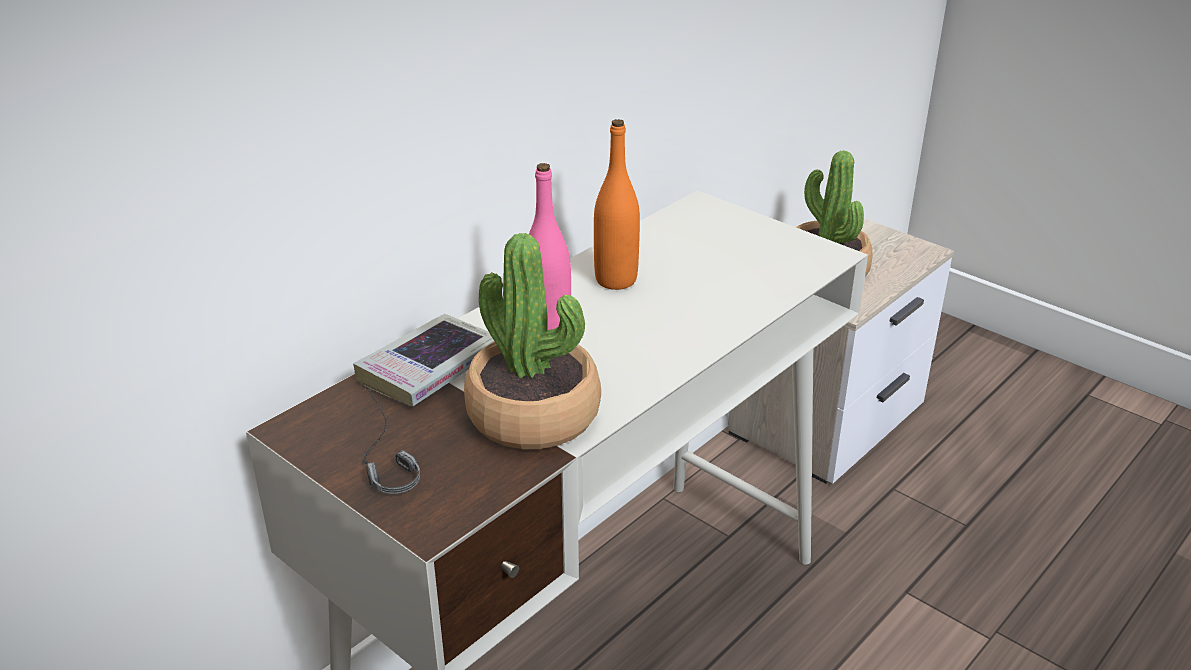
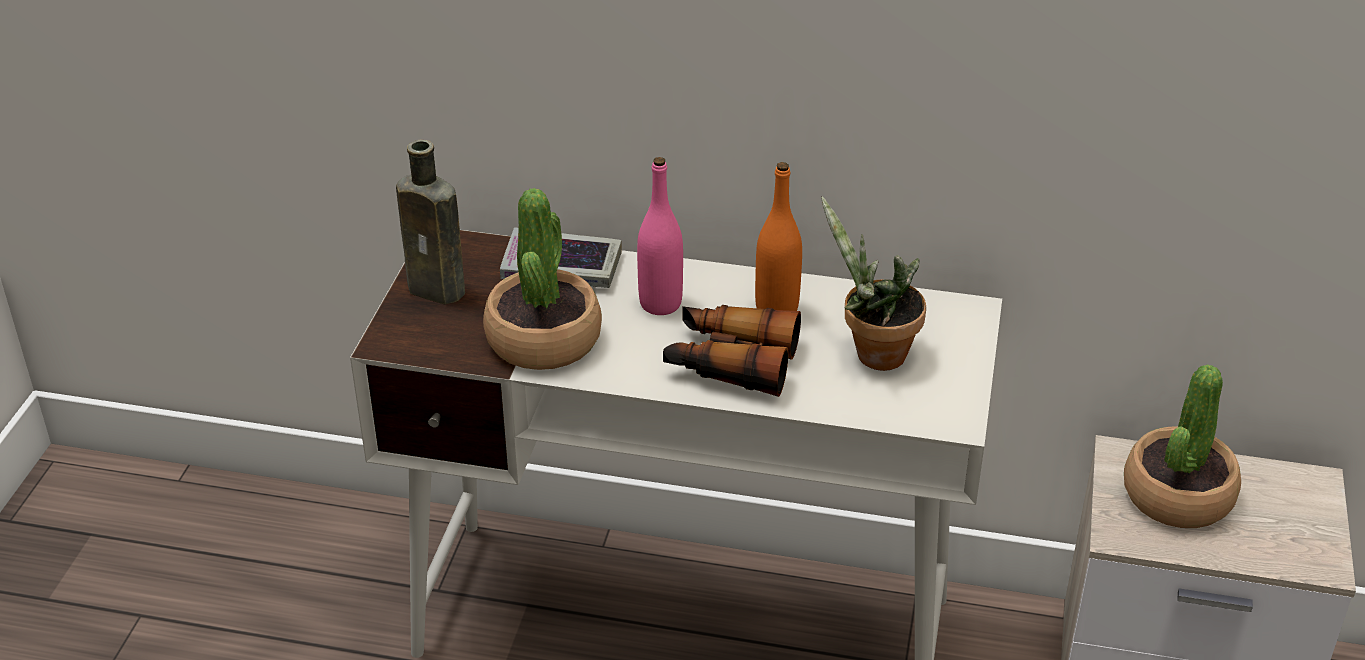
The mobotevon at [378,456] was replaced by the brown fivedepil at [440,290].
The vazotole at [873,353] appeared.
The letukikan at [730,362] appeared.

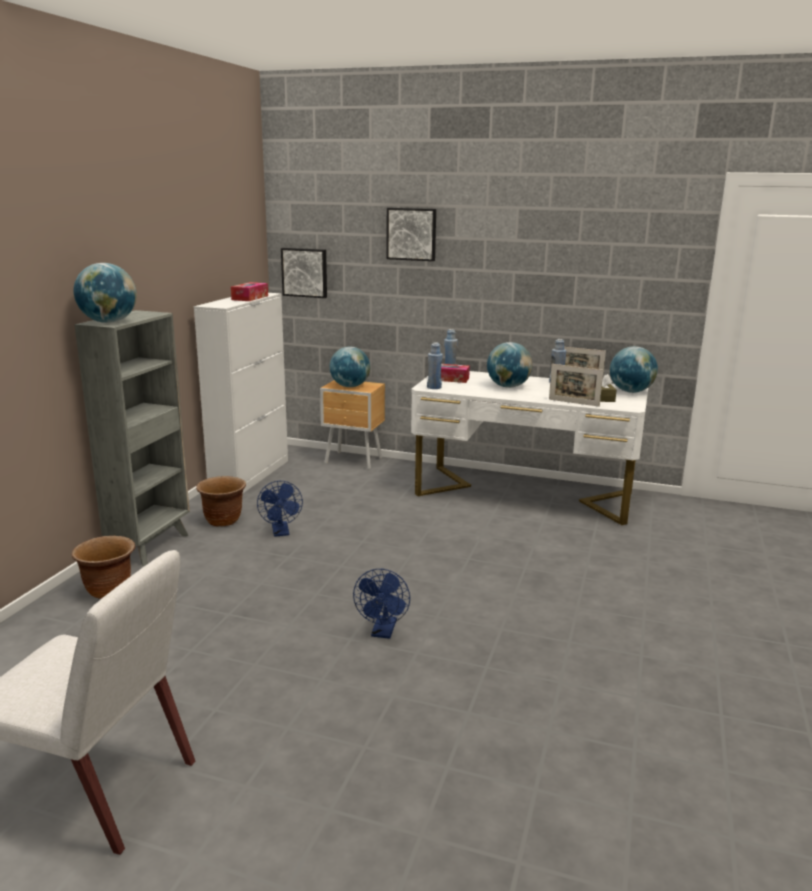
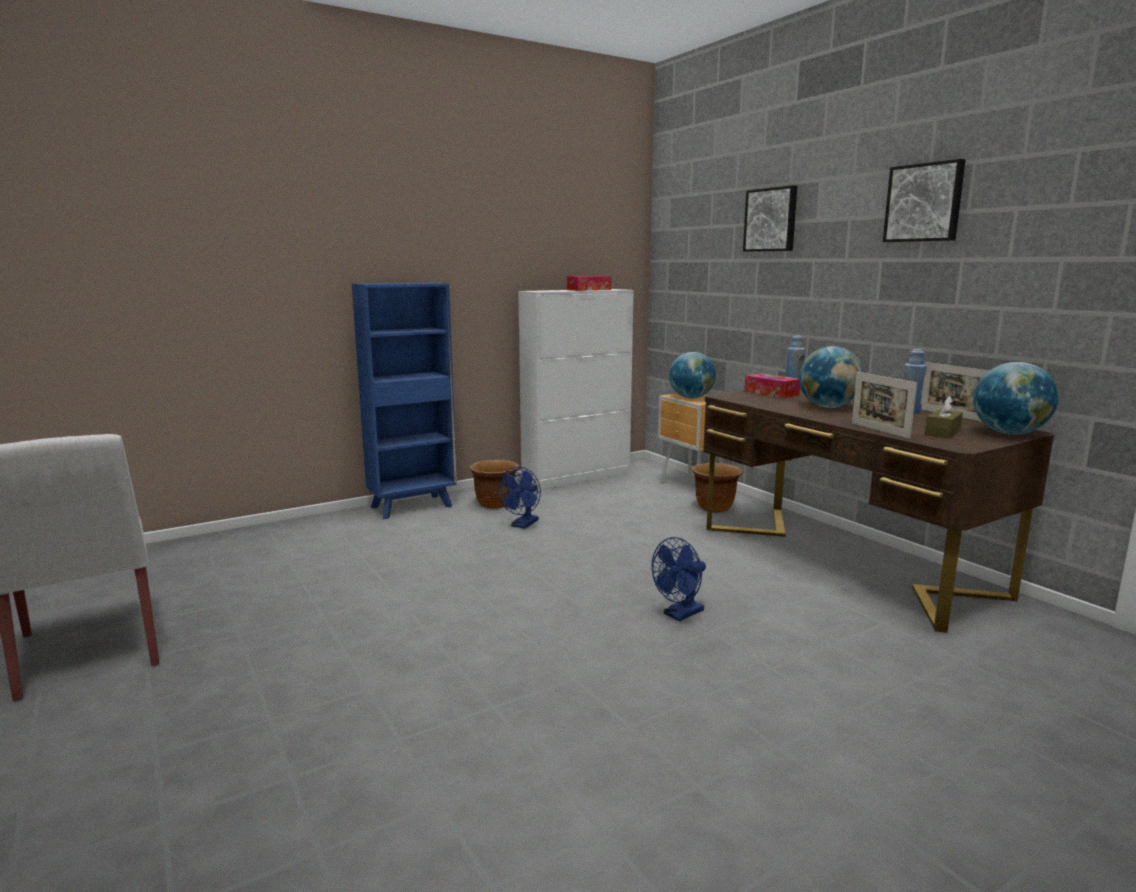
The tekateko moved from [305,272] to [924,203].
The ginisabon at [109,322] disappeared.
The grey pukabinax at [150,545] became the blue pukabinax at [413,506].
The blue fivedepil at [434,387] disappeared.
The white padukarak at [523,494] became the brown padukarak at [842,560].
The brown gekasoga moved from [109,590] to [715,508].
The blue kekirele moved from [383,632] to [679,615].

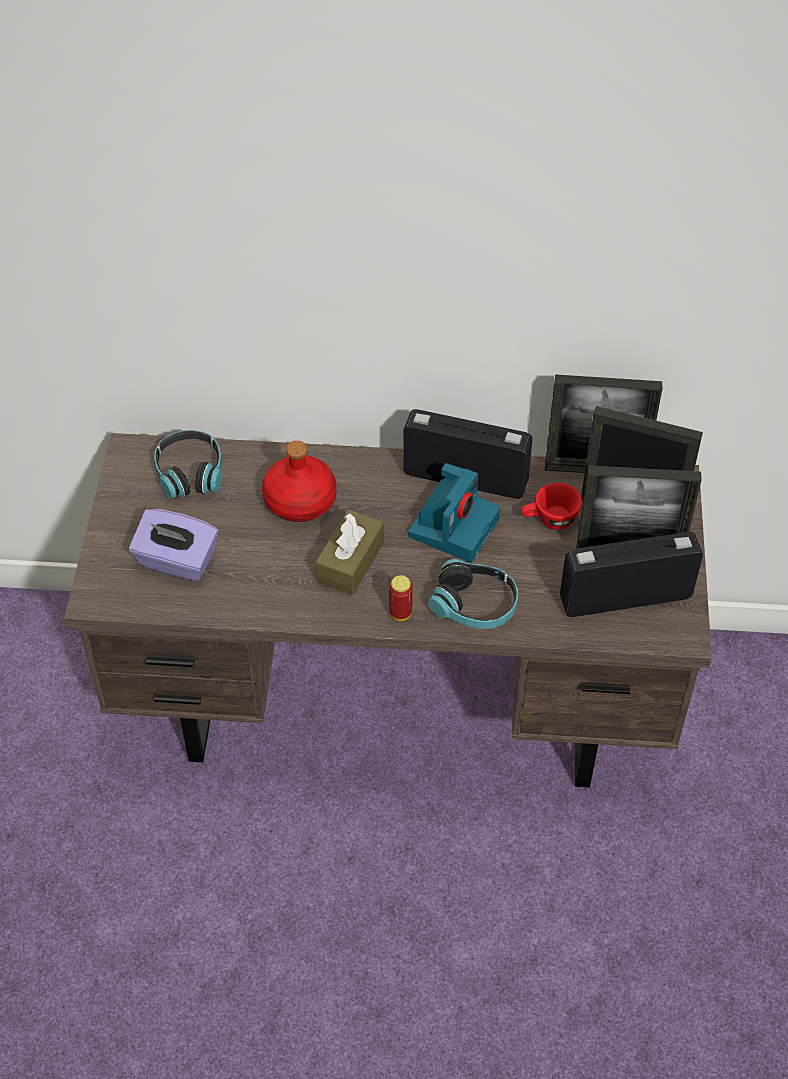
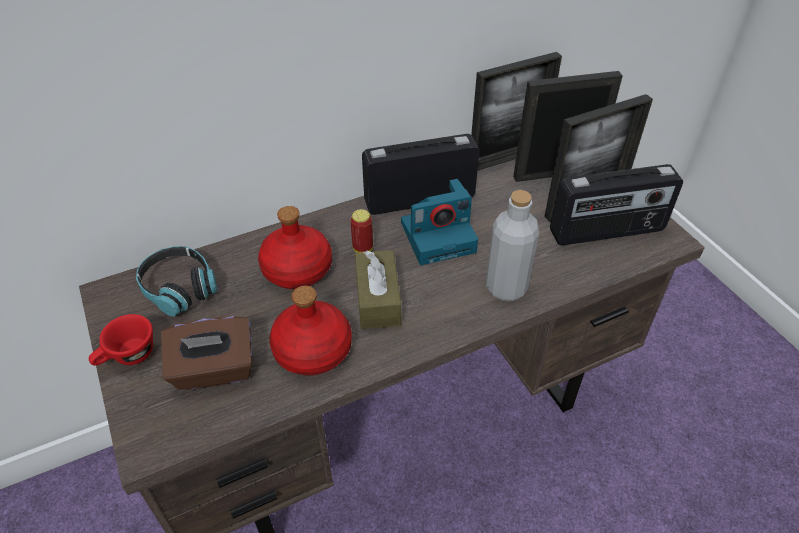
The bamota at [454,526] turned 75 degrees clockwise.
The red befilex moved from [549,520] to [128,357].
The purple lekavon at [177,561] became the brown lekavon at [214,370].
The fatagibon at [625,596] turned 150 degrees counterclockwise.
The mobotevon at [474,605] was replaced by the grey fivedepil at [506,287].
The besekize moved from [400,613] to [362,248].
The red fivedepil at [313,349] appeared.

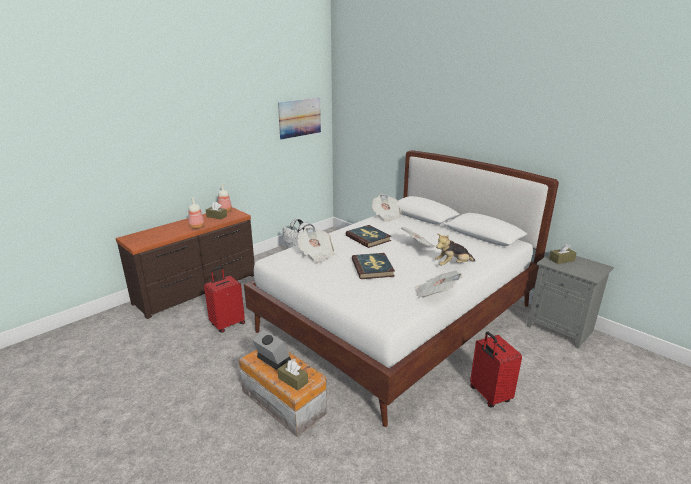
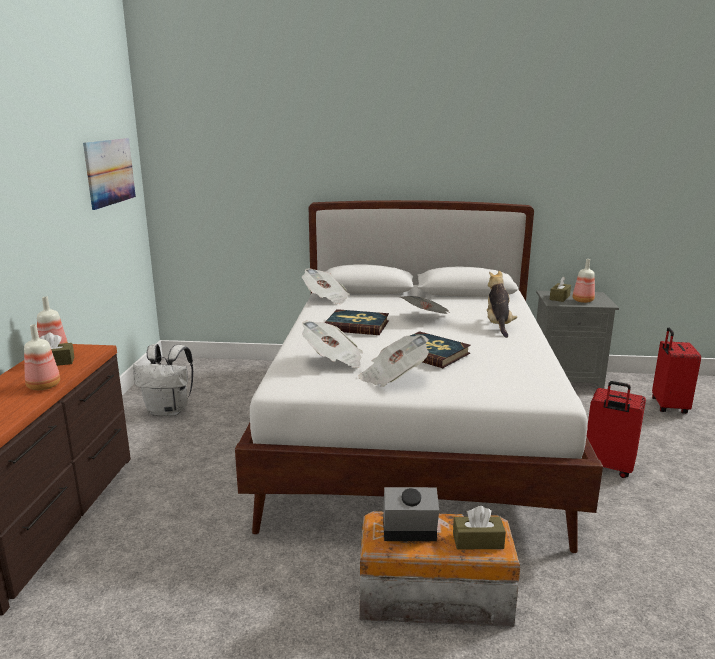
The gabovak at [452,265] turned 150 degrees clockwise.
The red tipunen moved from [227,324] to [668,406].
The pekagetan moved from [435,294] to [393,377].
The fivedepil at [582,301] appeared.

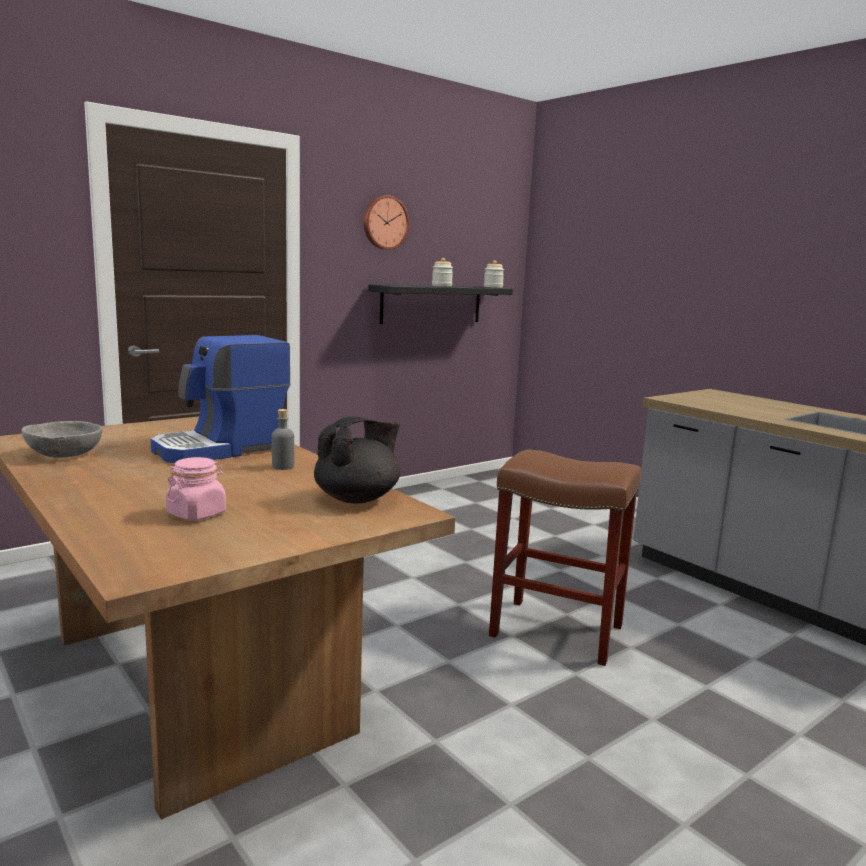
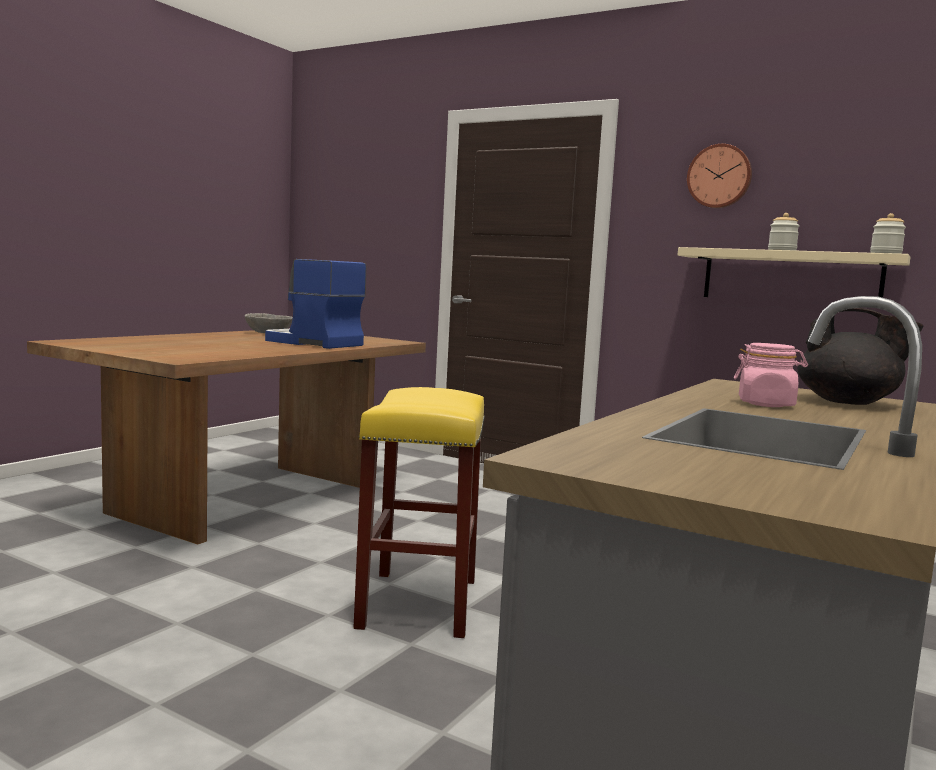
The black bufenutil at [431,304] became the beige bufenutil at [790,277].
The grey fivedepil at [283,466] disappeared.
The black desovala moved from [358,498] to [848,402].
The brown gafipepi at [558,631] became the yellow gafipepi at [419,604].
The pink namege moved from [196,514] to [766,404].

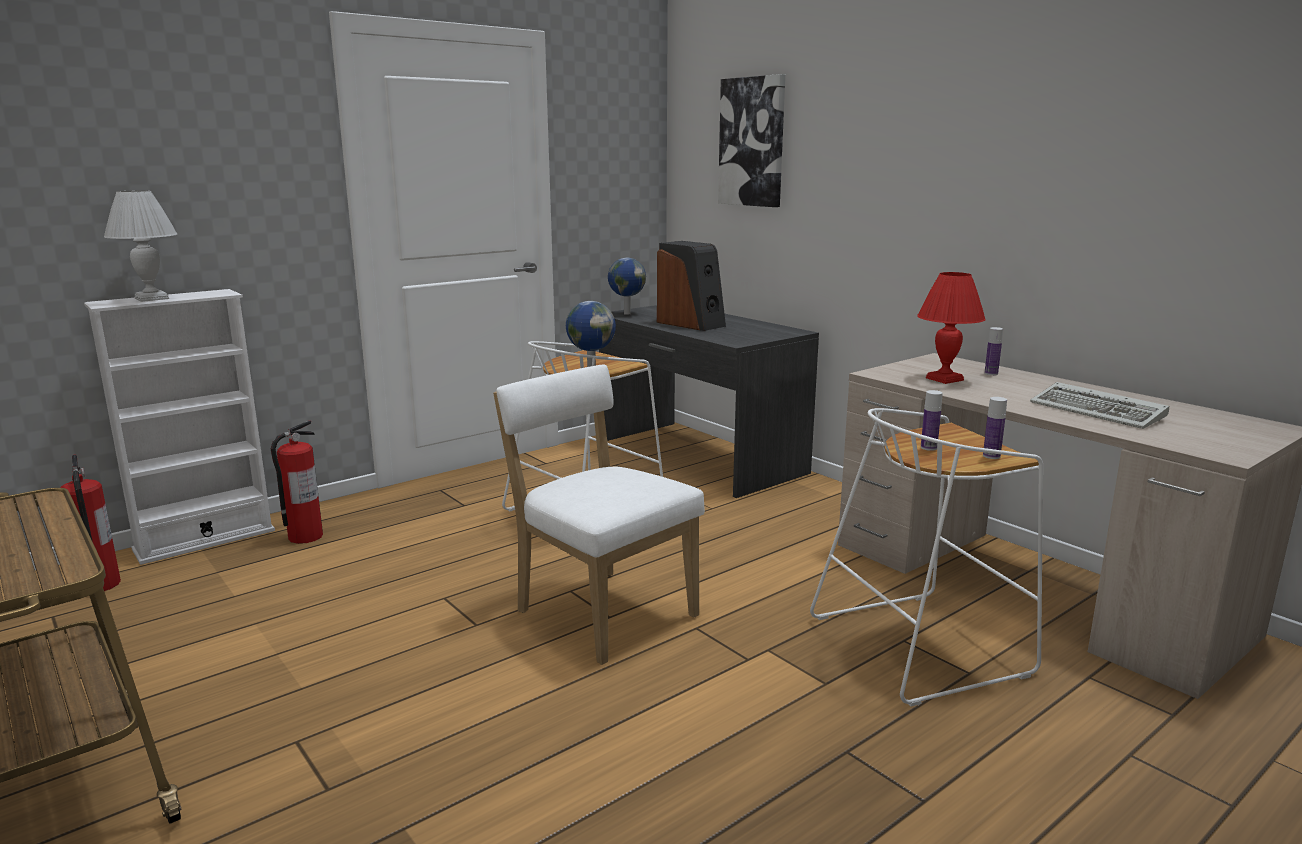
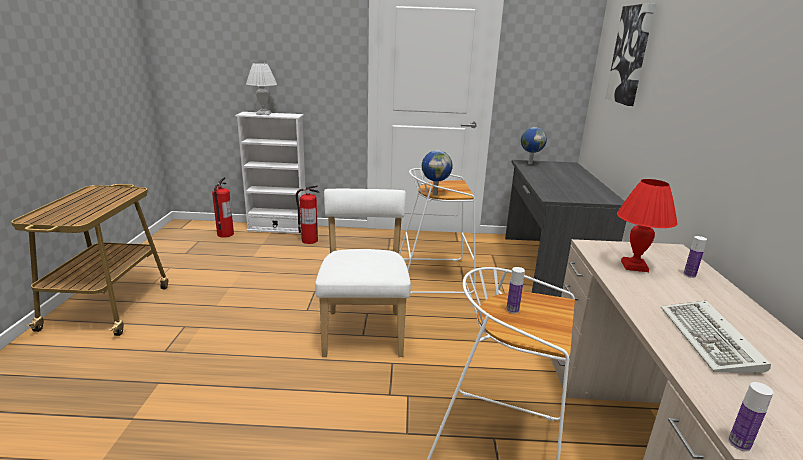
The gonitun at [691,324] disappeared.
The fivedepil moved from [991,456] to [739,443].

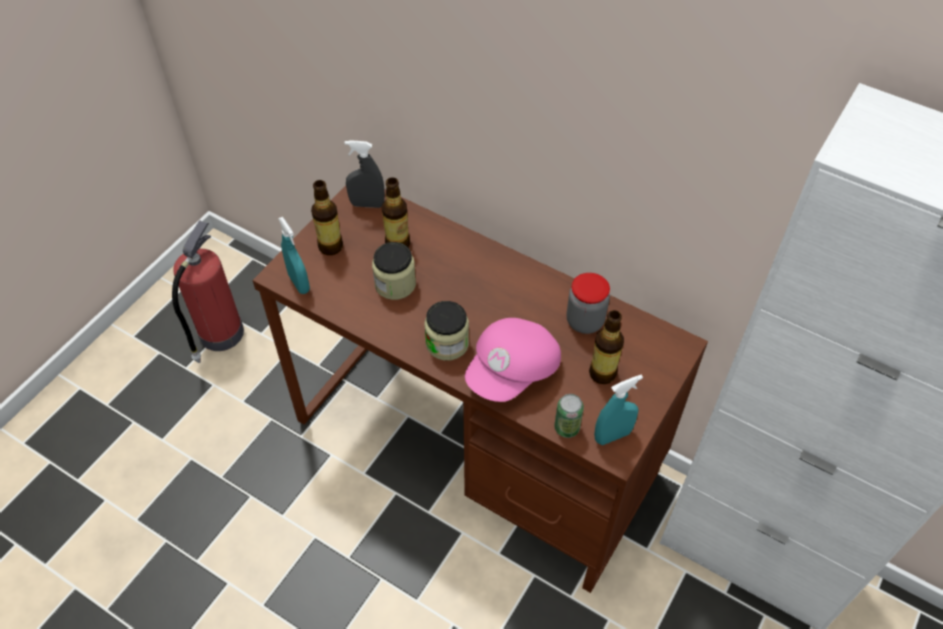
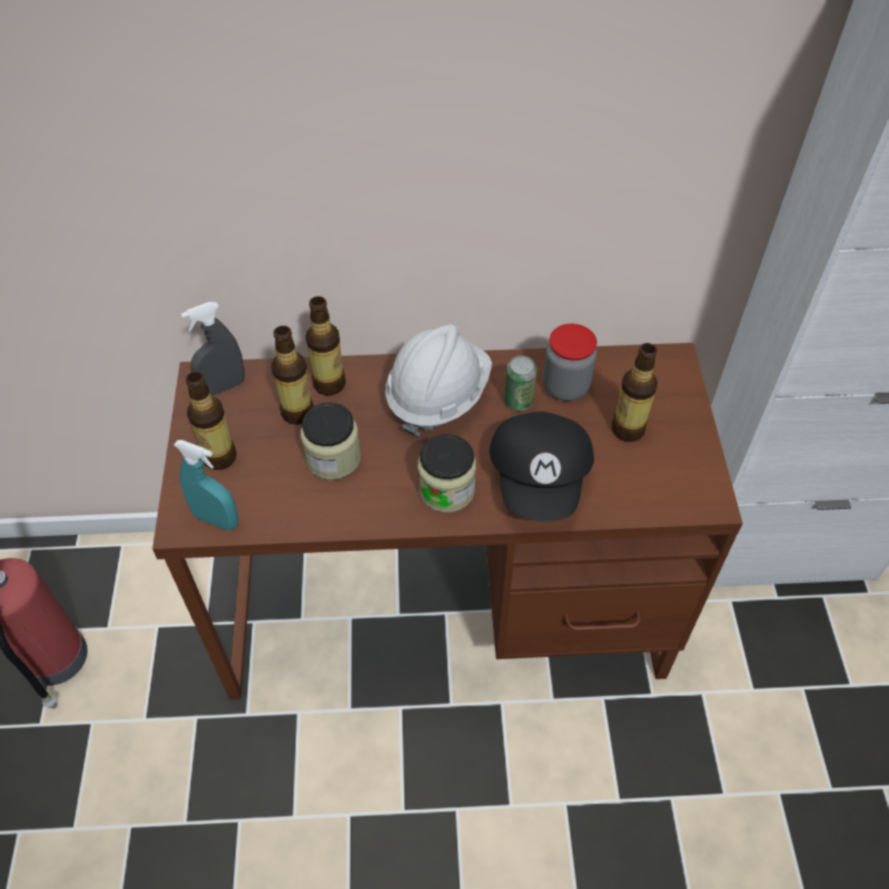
The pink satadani at [513,371] became the black satadani at [540,479].
The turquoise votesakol at [612,435] disappeared.
The besekize moved from [566,428] to [518,401].
The fivedepil at [329,384] appeared.
The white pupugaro at [437,396] appeared.

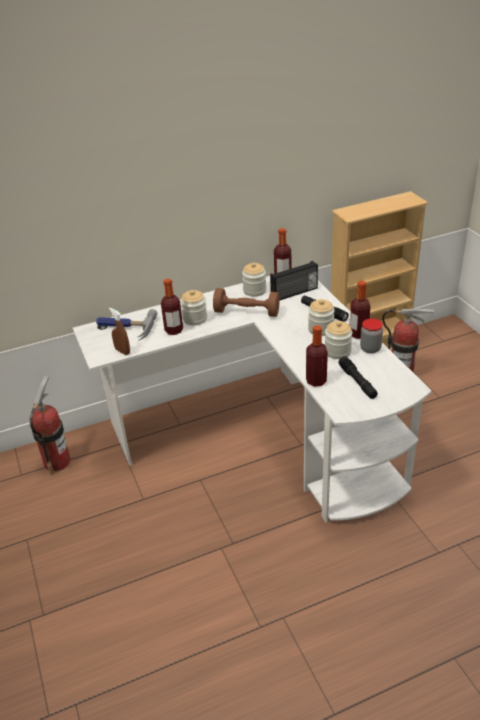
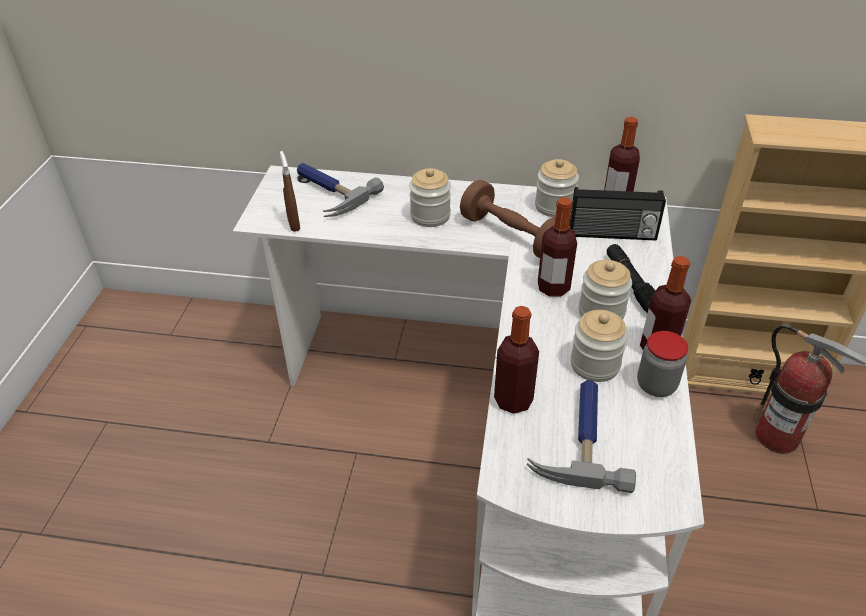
The fivedepil moved from [174,330] to [553,287].
The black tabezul at [357,382] was replaced by the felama at [580,437].
The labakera at [57,461] disappeared.

